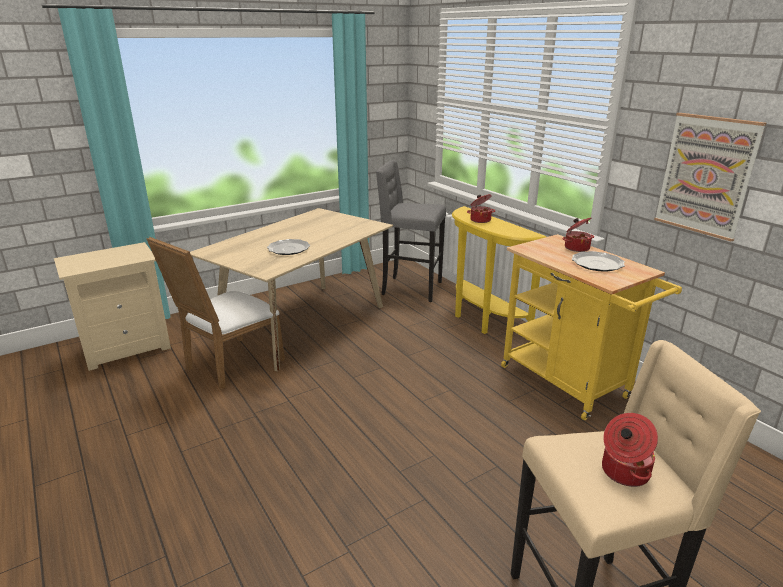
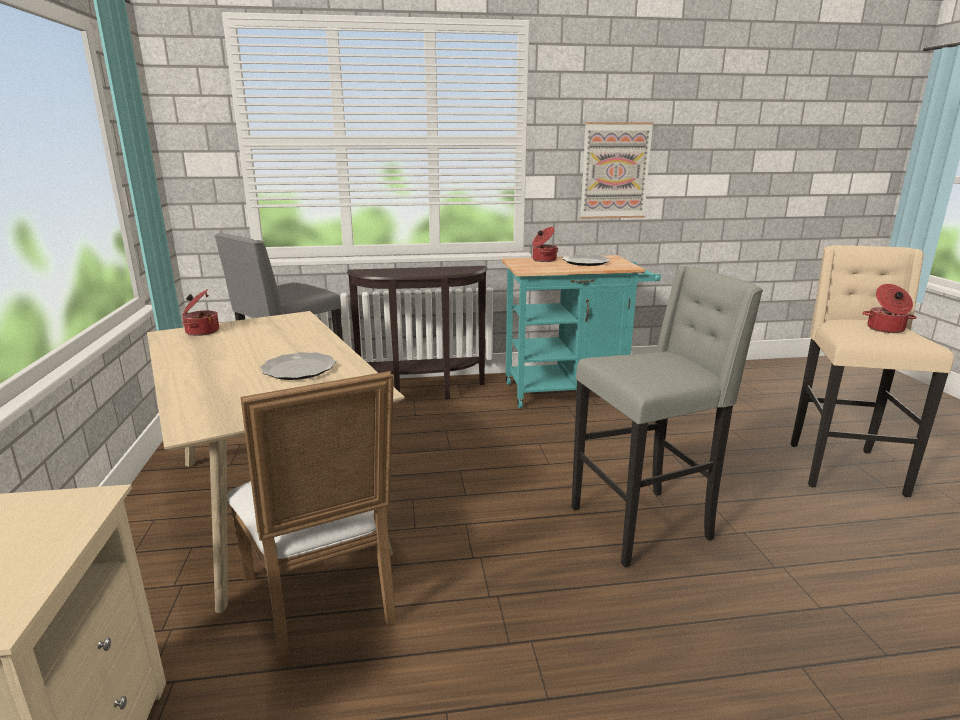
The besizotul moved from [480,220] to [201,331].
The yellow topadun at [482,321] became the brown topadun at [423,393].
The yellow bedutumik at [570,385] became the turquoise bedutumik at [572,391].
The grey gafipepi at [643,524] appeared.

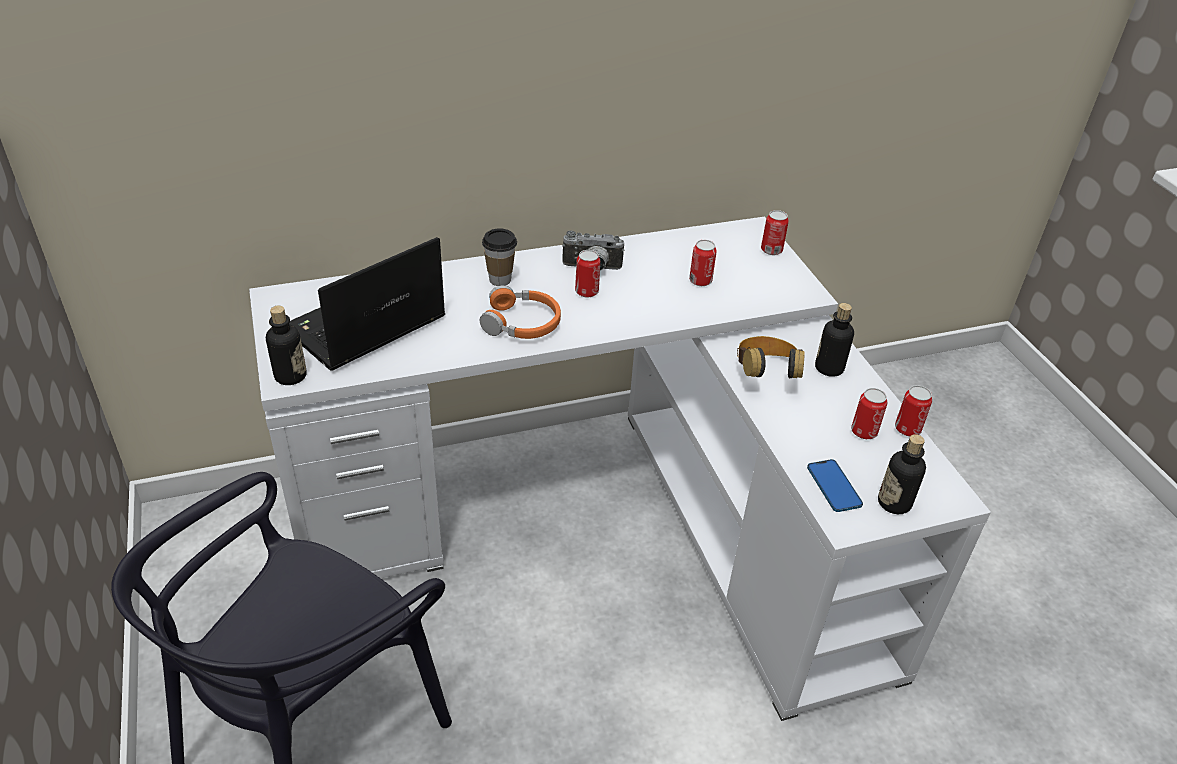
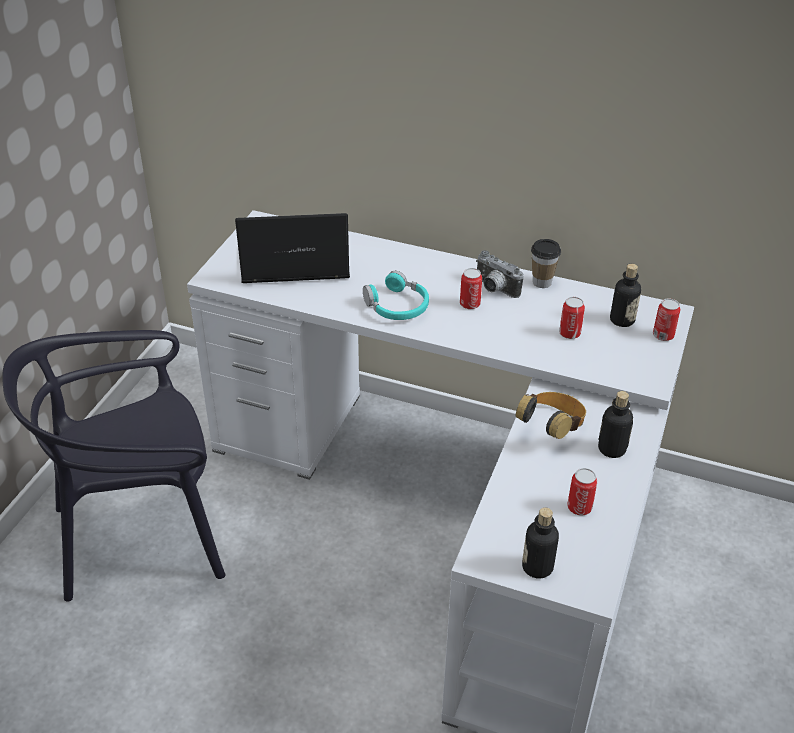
The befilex moved from [500,280] to [542,282].
The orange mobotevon at [522,323] became the turquoise mobotevon at [397,306].
The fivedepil moved from [290,376] to [622,320].
The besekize at [907,429] disappeared.
The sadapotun at [834,486] disappeared.

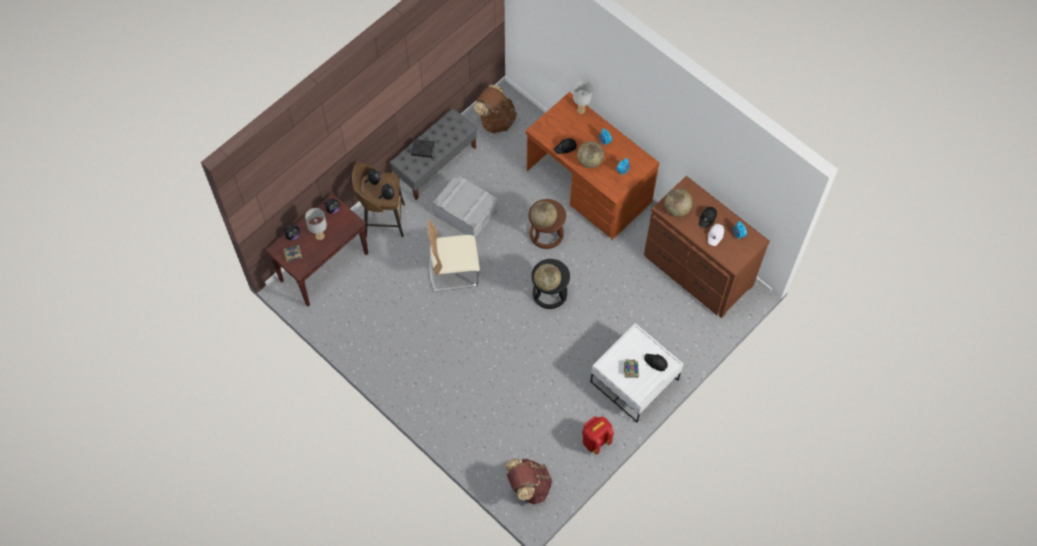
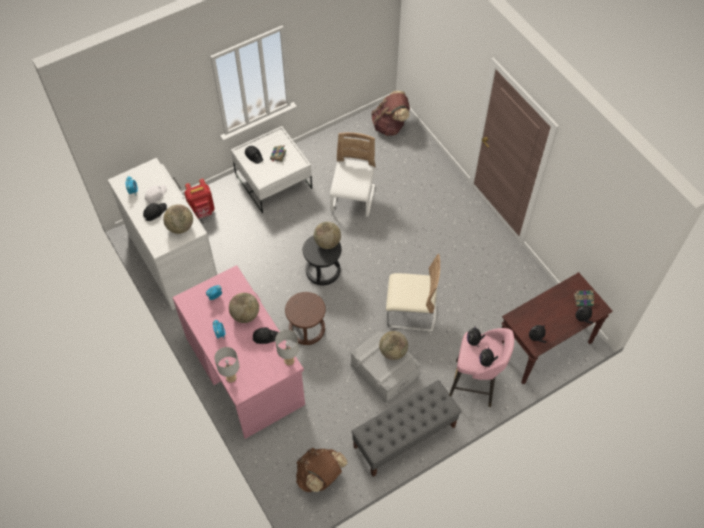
The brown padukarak at [588,186] became the pink padukarak at [245,369].
The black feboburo at [423,150] disappeared.
The brown gafipepi at [382,220] became the pink gafipepi at [475,384].
The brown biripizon at [697,271] became the white biripizon at [174,259].
The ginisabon moved from [543,221] to [393,351].
The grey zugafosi moved from [320,236] to [288,360].
The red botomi moved from [595,440] to [202,211].
The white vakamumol at [353,199] appeared.

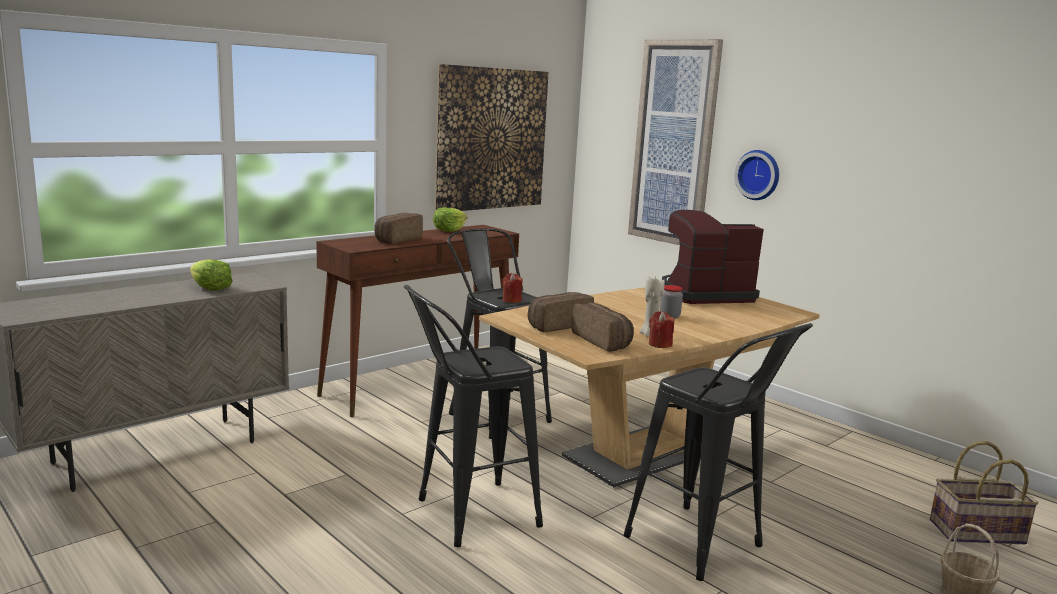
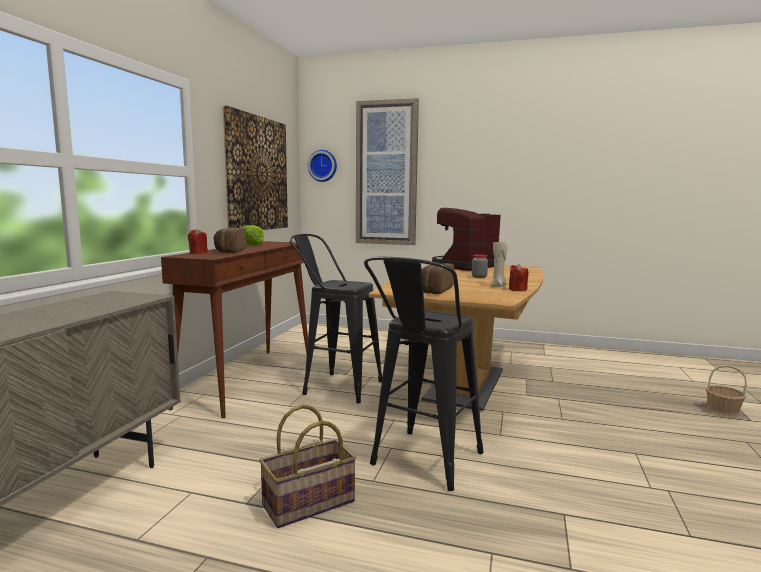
The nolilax moved from [759,175] to [323,166].
The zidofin at [210,288] disappeared.
The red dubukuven moved from [512,300] to [198,253].
The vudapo at [603,341] disappeared.
The black gafipepi at [704,548] disappeared.
The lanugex moved from [977,532] to [308,504].

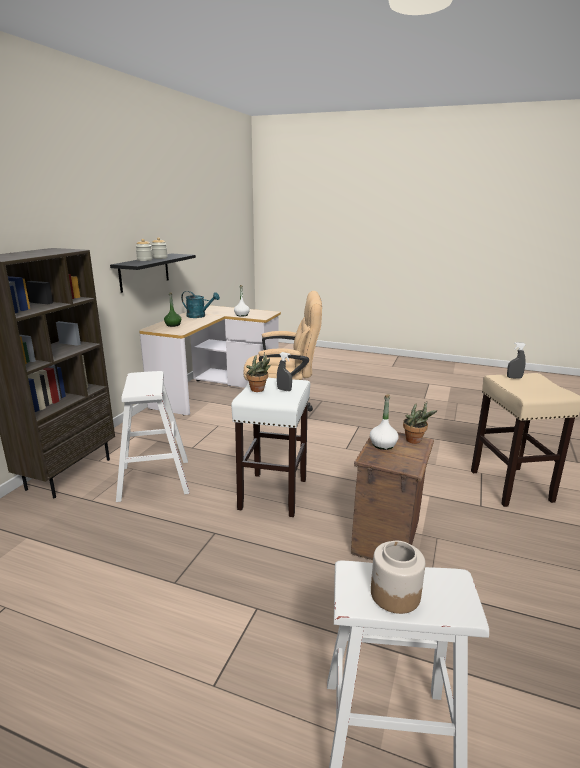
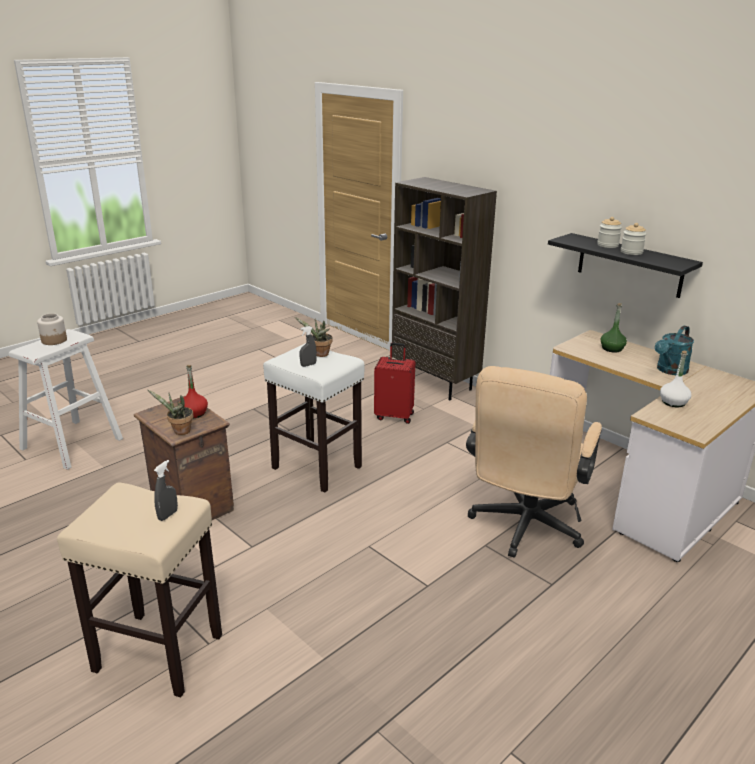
The white gafipepi at [154,479] was replaced by the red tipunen at [394,416].
The white fivedepil at [383,445] became the red fivedepil at [194,413].

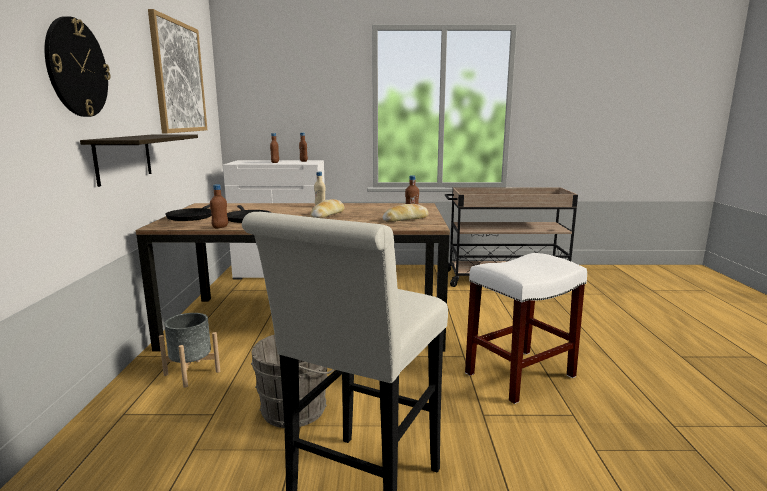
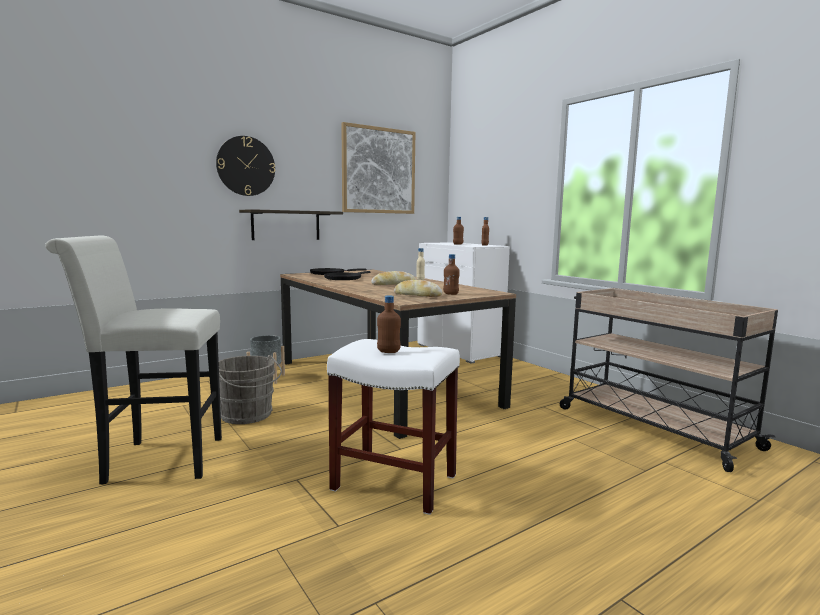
The brown fivedepil moved from [220,227] to [388,352].

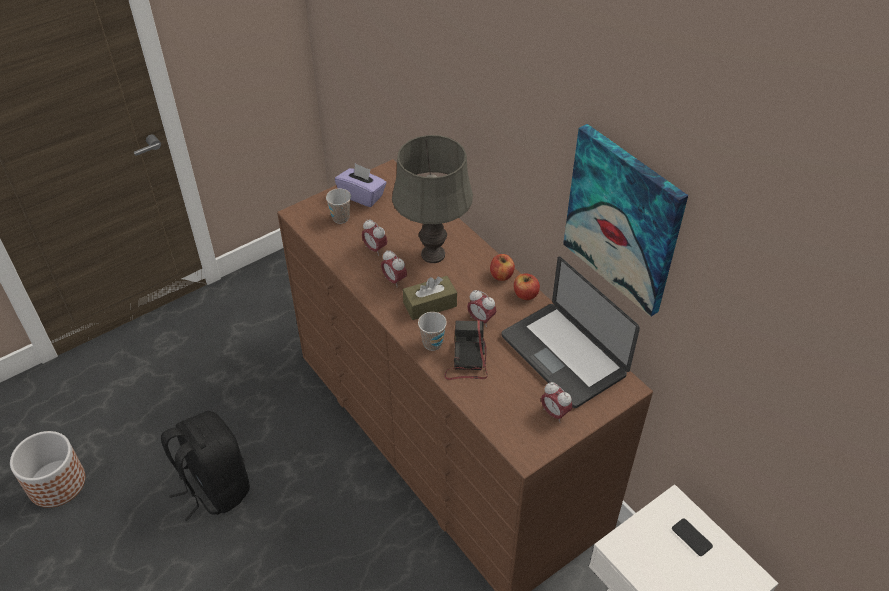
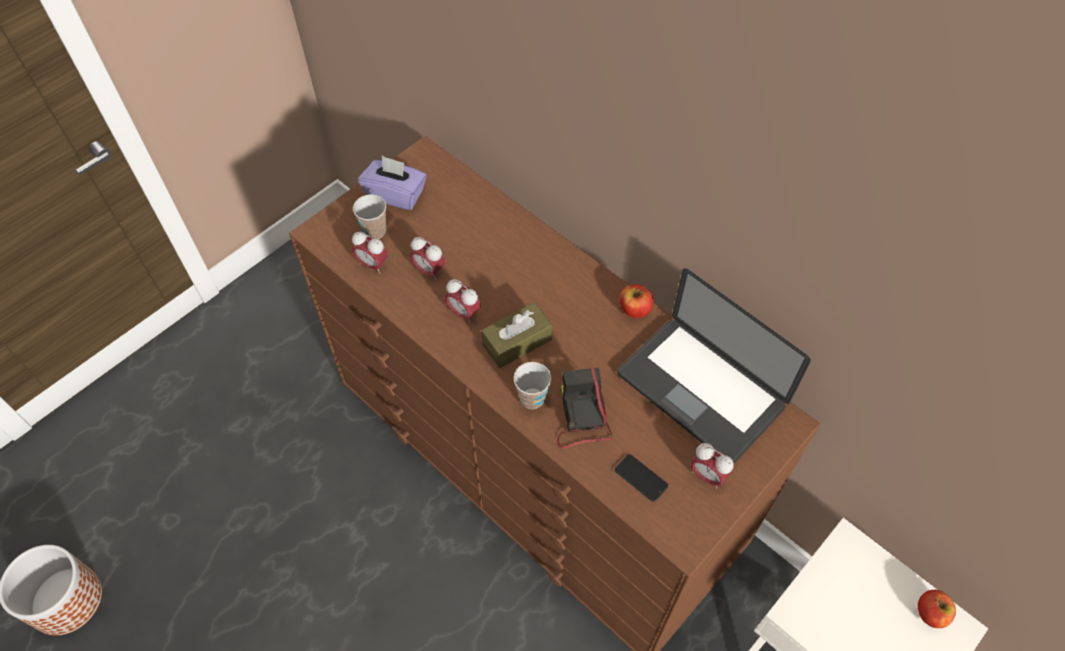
The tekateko at [623,219] disappeared.
The grey zugafosi at [432,254] disappeared.
The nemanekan moved from [501,275] to [930,613].
The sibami moved from [481,319] to [372,265].
The black botomi at [214,487] disappeared.
The sadapotun moved from [691,537] to [641,478].

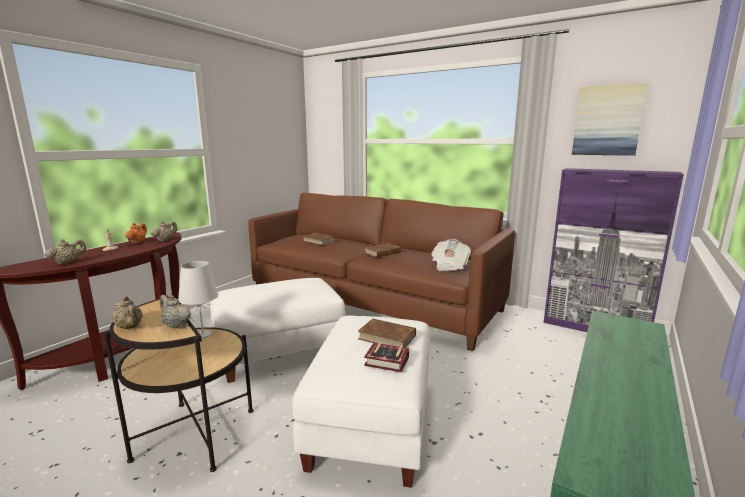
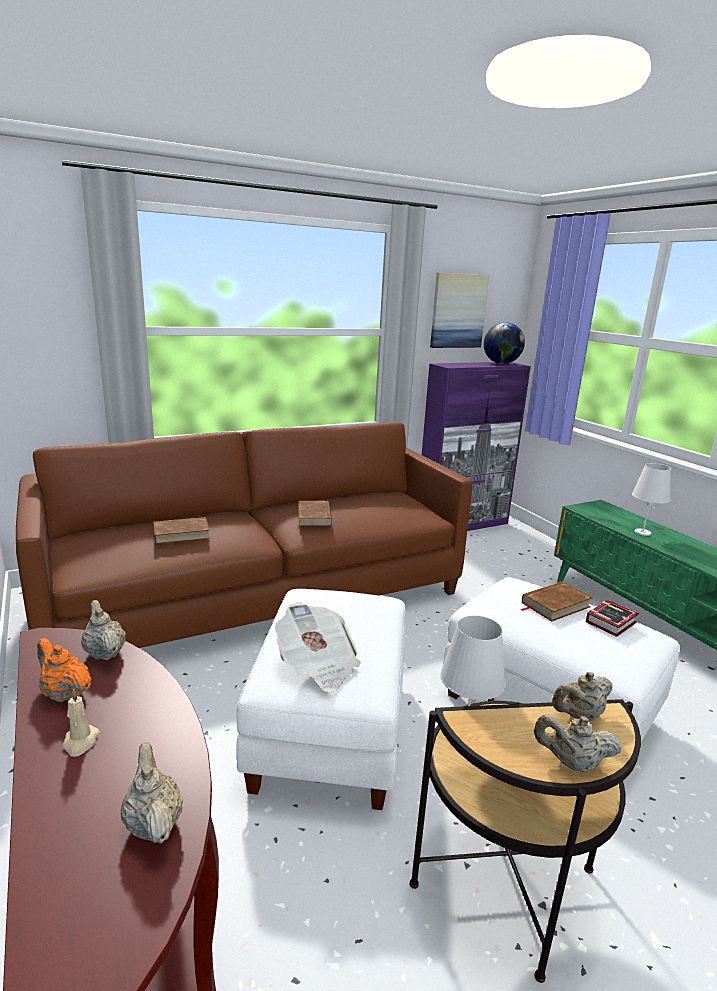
The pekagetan moved from [449,266] to [317,665].
The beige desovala at [130,327] turned 150 degrees counterclockwise.
The ginisabon at [501,363] appeared.
The white zugafosi at [643,532] appeared.

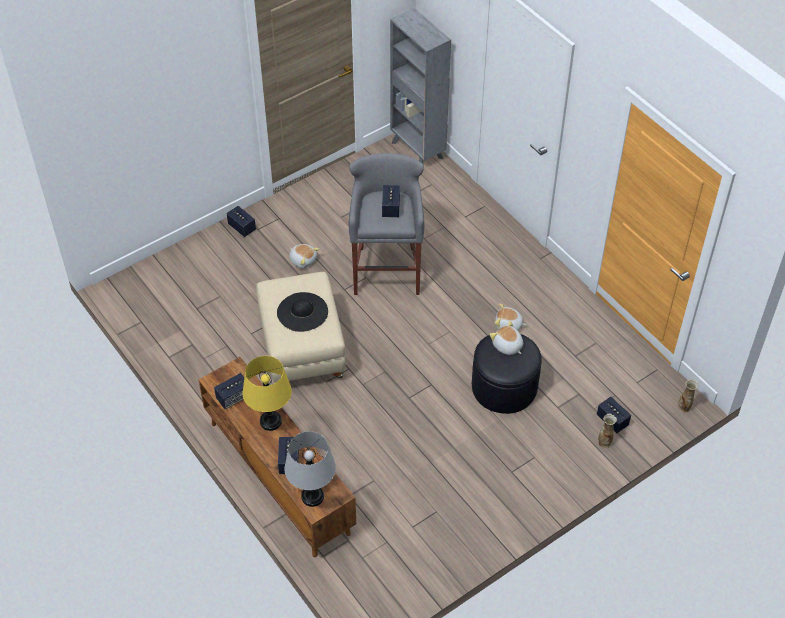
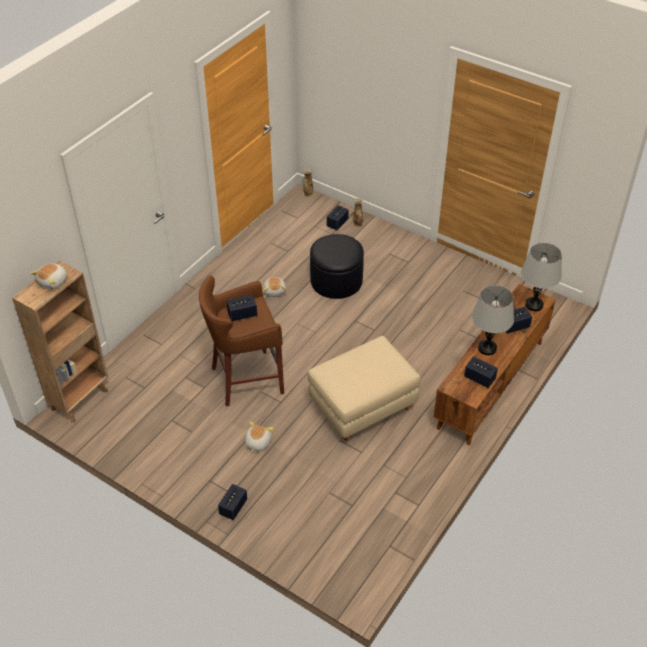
The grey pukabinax at [417,150] became the brown pukabinax at [81,399].
The grey gafipepi at [386,269] became the brown gafipepi at [245,380].
The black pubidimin at [302,312] disappeared.
The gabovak moved from [507,346] to [53,282].
The yellow zugafosi at [270,421] became the grey zugafosi at [487,348].

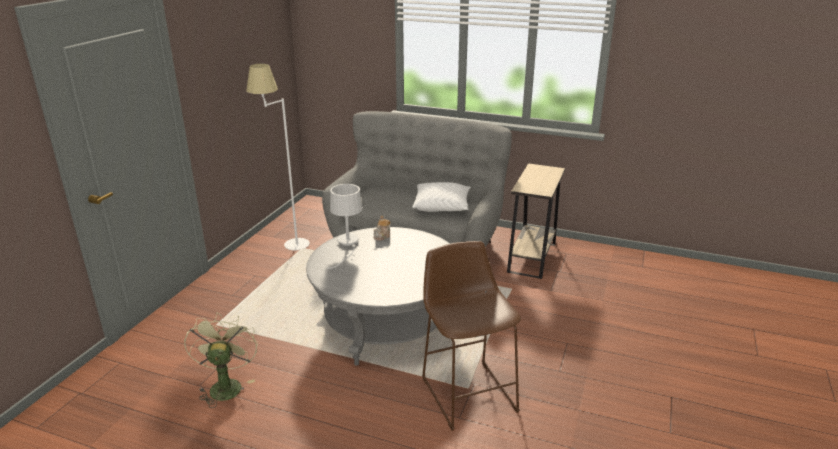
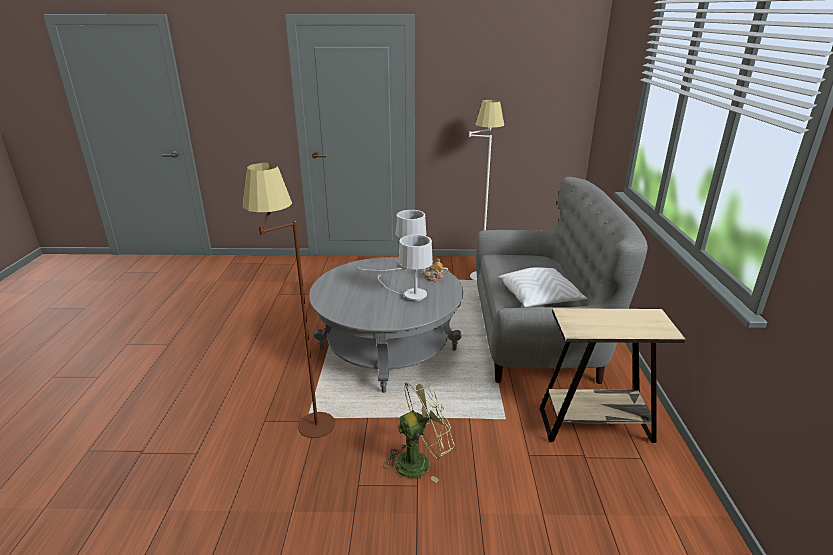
The brown gafipepi at [467,390] was replaced by the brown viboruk at [303,418].
The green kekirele moved from [225,385] to [419,461].
The white zugafosi at [409,295] appeared.

